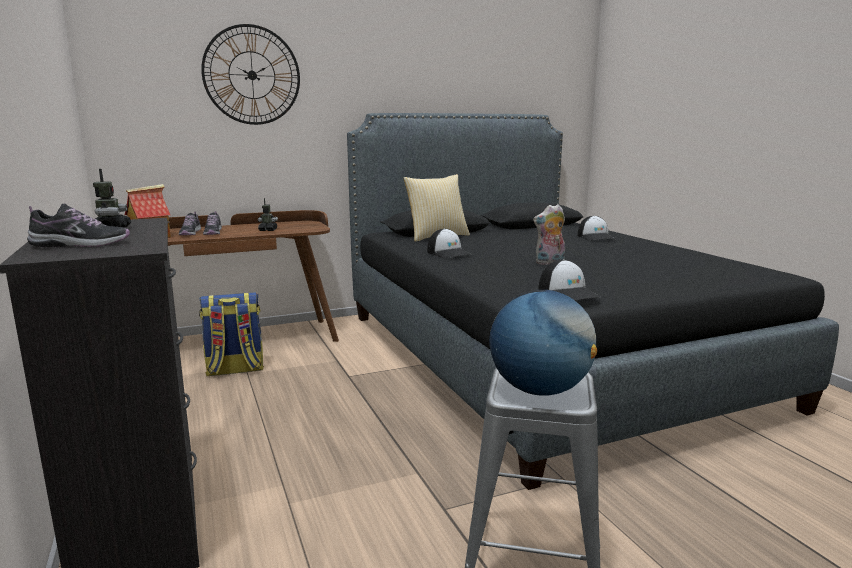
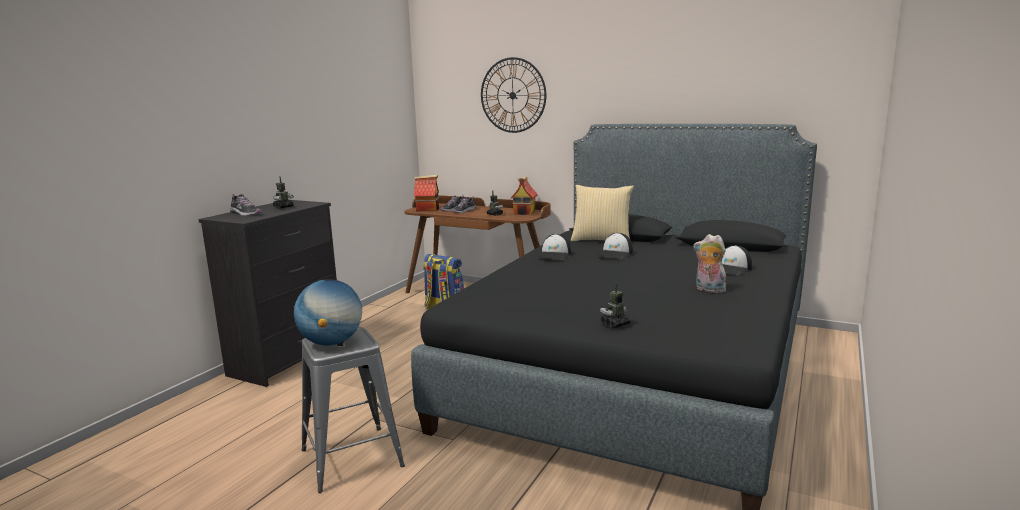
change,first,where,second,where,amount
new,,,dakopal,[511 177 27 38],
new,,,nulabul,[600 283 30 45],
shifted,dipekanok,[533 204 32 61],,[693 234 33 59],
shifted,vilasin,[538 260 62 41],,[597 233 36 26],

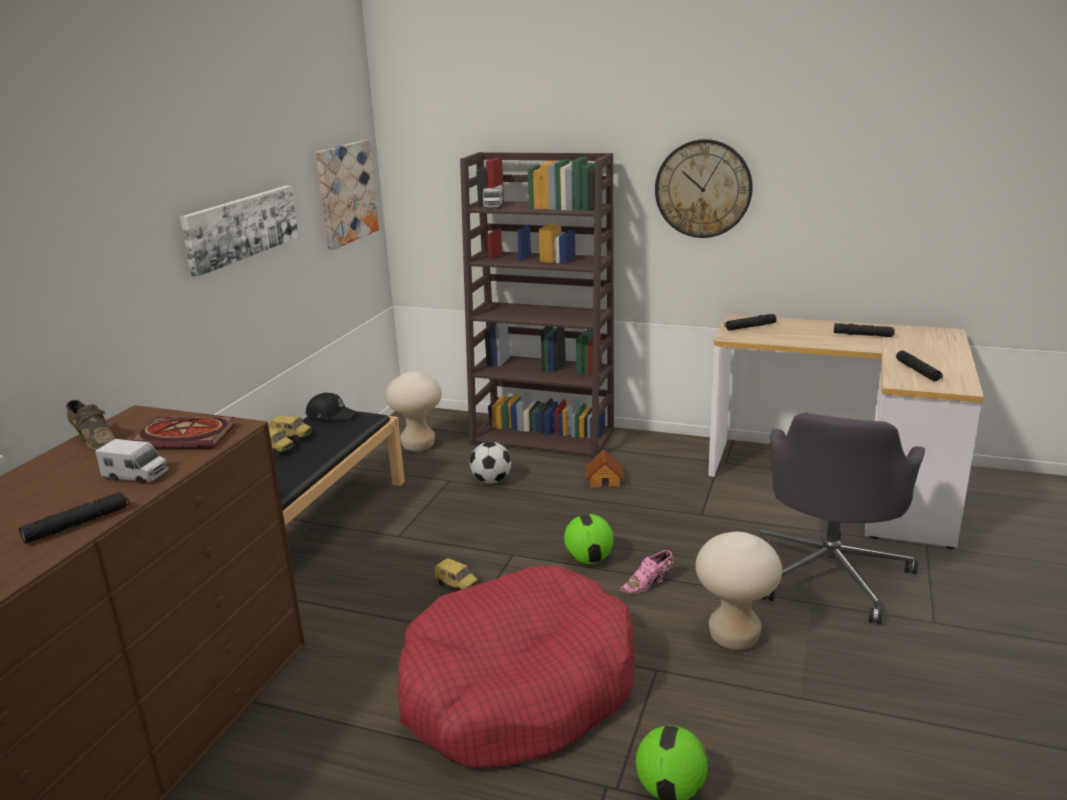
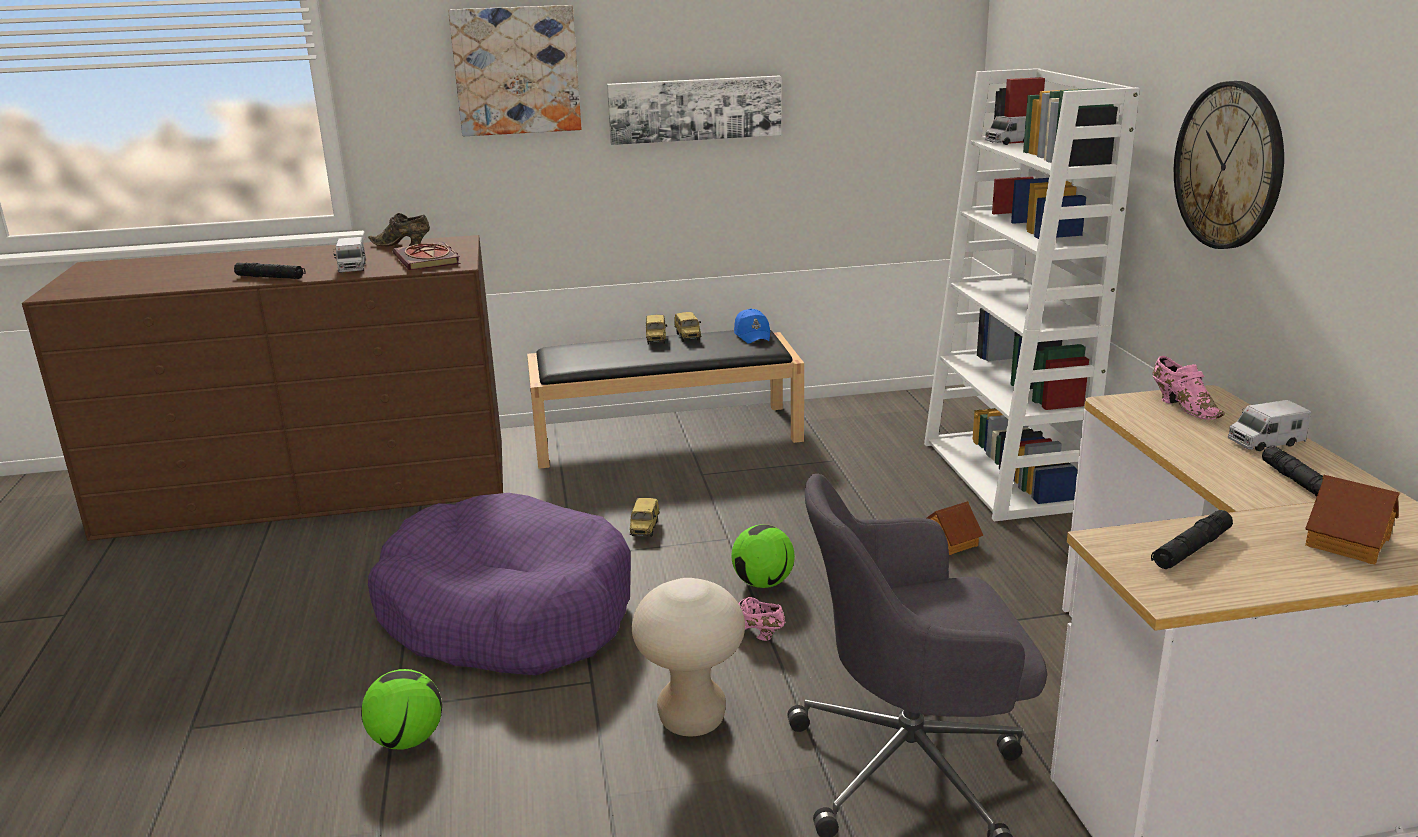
change,first,where,second,where,amount
gone,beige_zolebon,[385 371 57 80],,,
gone,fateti,[470 442 41 41],,,
new,,,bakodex,[1228 400 83 51],
new,,,dakopal,[1305 475 94 90],
shifted,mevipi,[316 140 63 110],,[448 5 133 131],
swapped,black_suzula,[724 314 52 17],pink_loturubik,[1152 356 73 64],
repainted,black_vilasin,[306 393 50 28],blue_vilasin,[734 308 36 36],
repainted,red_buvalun,[398 566 237 202],purple_buvalun,[368 493 263 182],
repainted,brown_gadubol,[460 152 154 308],white_gadubol,[924 68 216 454],
rotated,brown_loturubik,[66 400 50 50],,[368 213 62 33],90 degrees clockwise

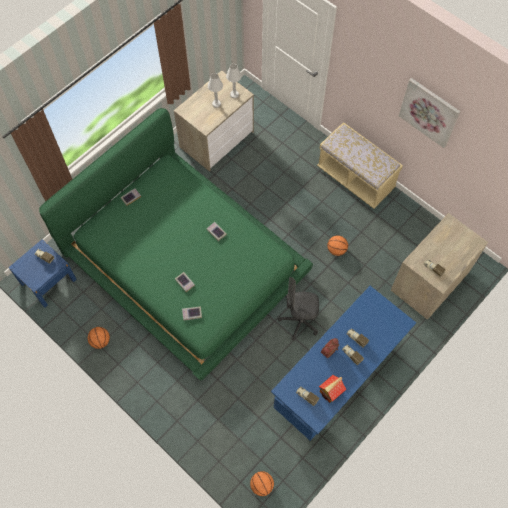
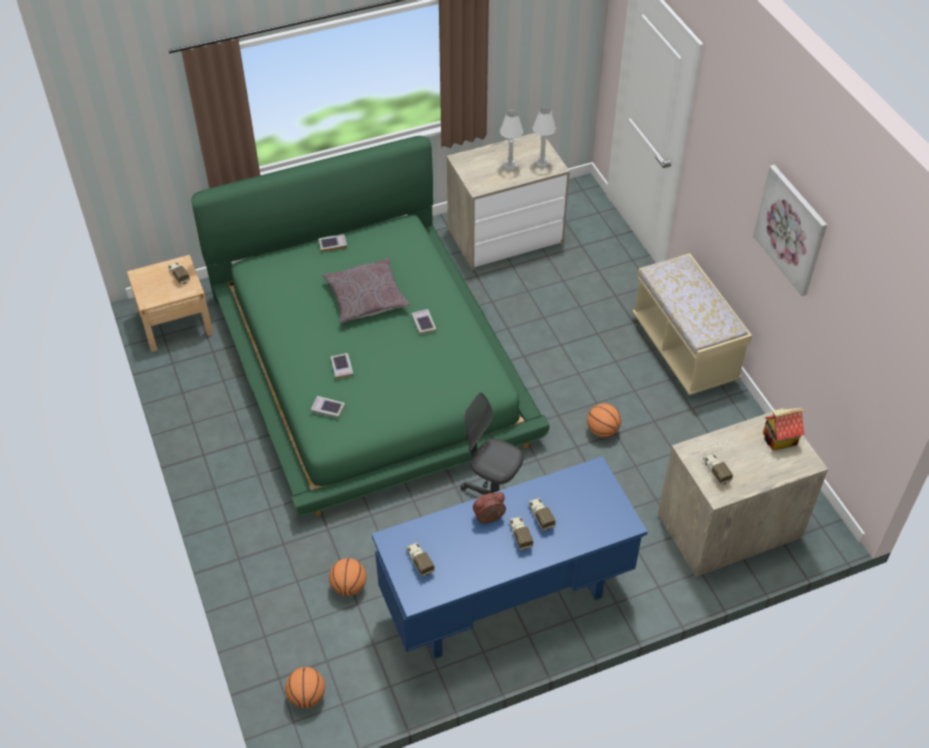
change,first,where,second,where,amount
new,,,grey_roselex,[322 258 88 65],
shifted,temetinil,[88 327 22 22],,[329 558 38 38],
shifted,dakopal,[319 375 27 28],,[763 408 41 43],
repainted,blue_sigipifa,[9 239 68 69],beige_sigipifa,[127 255 86 97],

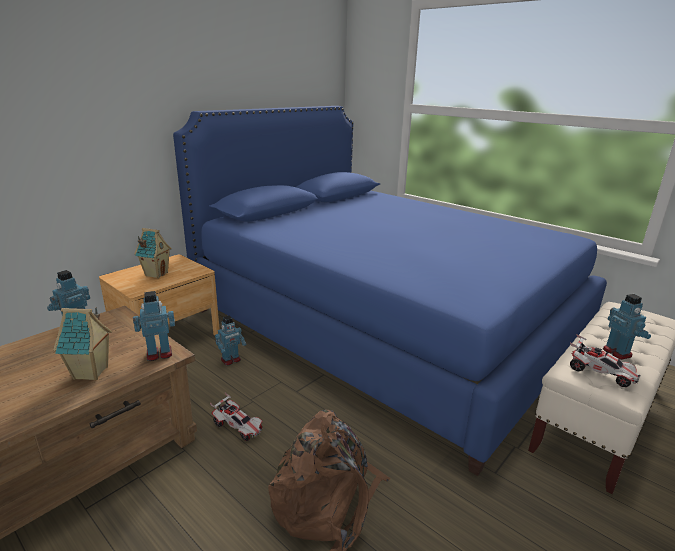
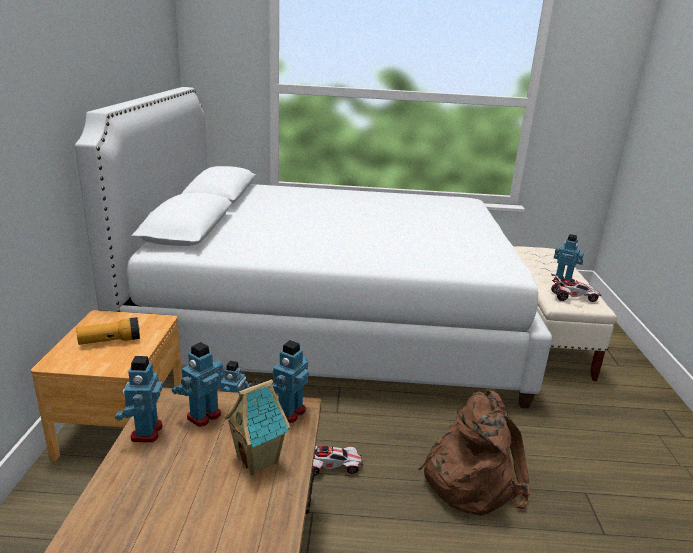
change,first,where,second,where,amount
new,,,nulabul,[172 342 52 85],
swapped,dakopal,[134 228 38 50],suzula,[77 317 63 28],
repainted,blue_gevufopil,[173 106 434 370],white_gevufopil,[75 87 477 321],

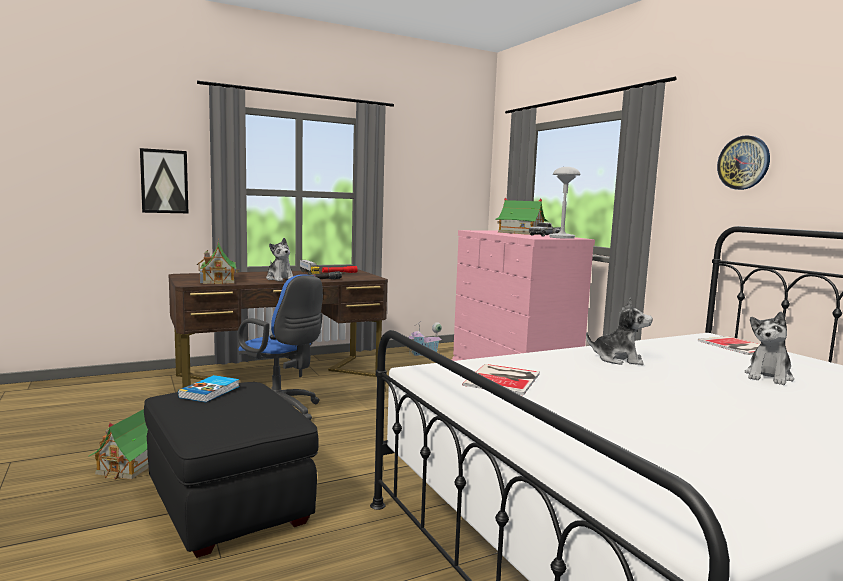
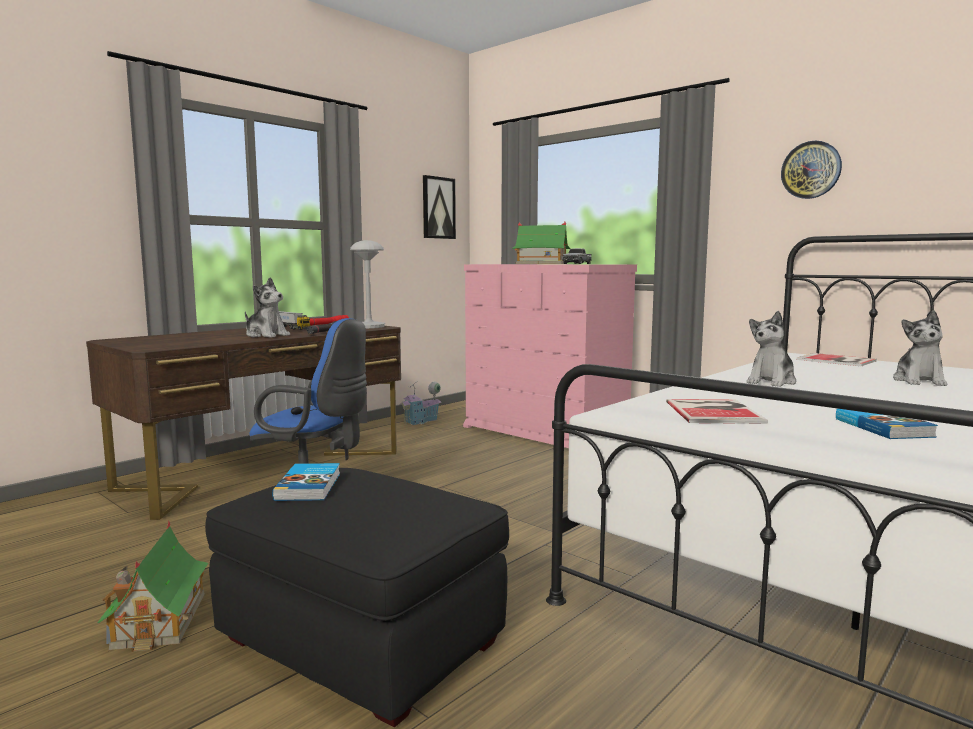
change,first,where,second,where,amount
gone,dakopal,[197 240 42 44],,,
new,,,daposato,[836 409 102 30],
shifted,mevipi,[140 148 48 65],,[423 175 33 64],
shifted,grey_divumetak,[549 167 32 72],,[350 240 35 89],
rotated,dipekanok,[586 297 67 68],,[747 311 50 76],135 degrees clockwise

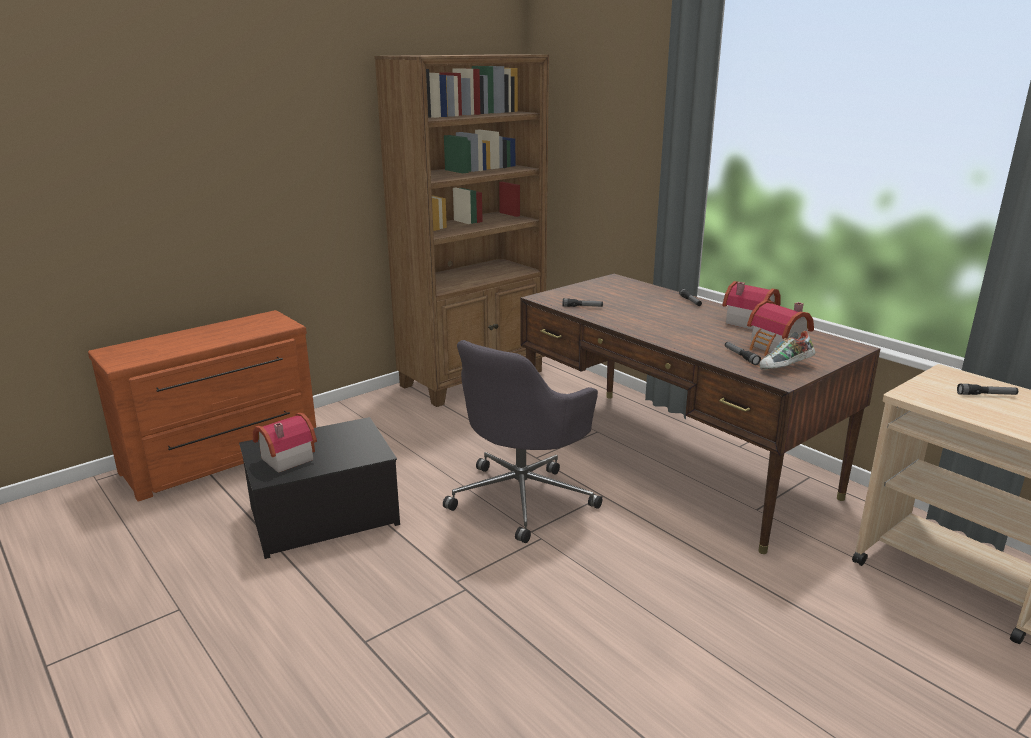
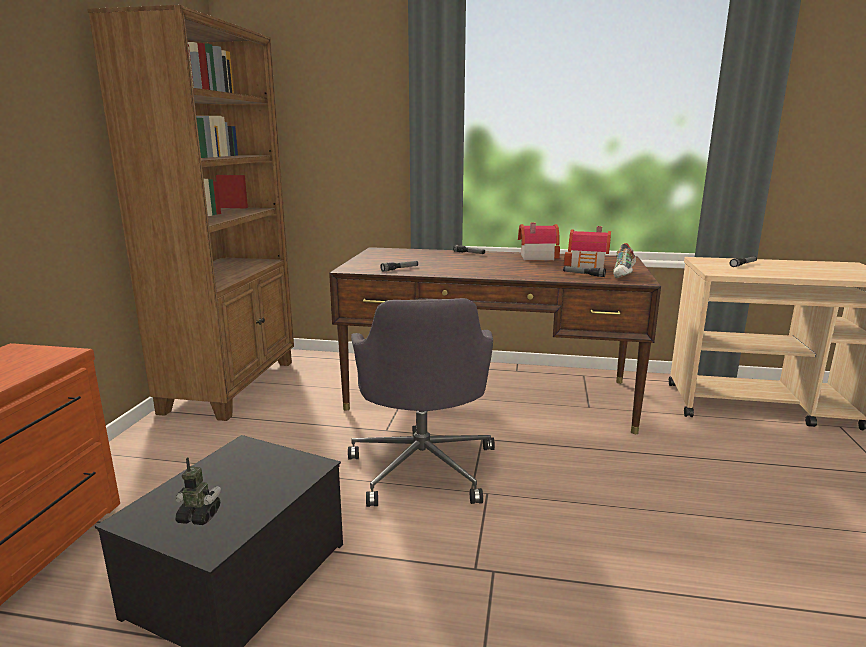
change,first,where,second,where,amount
swapped,dakopal,[253 413 64 60],nulabul,[175 458 46 67],

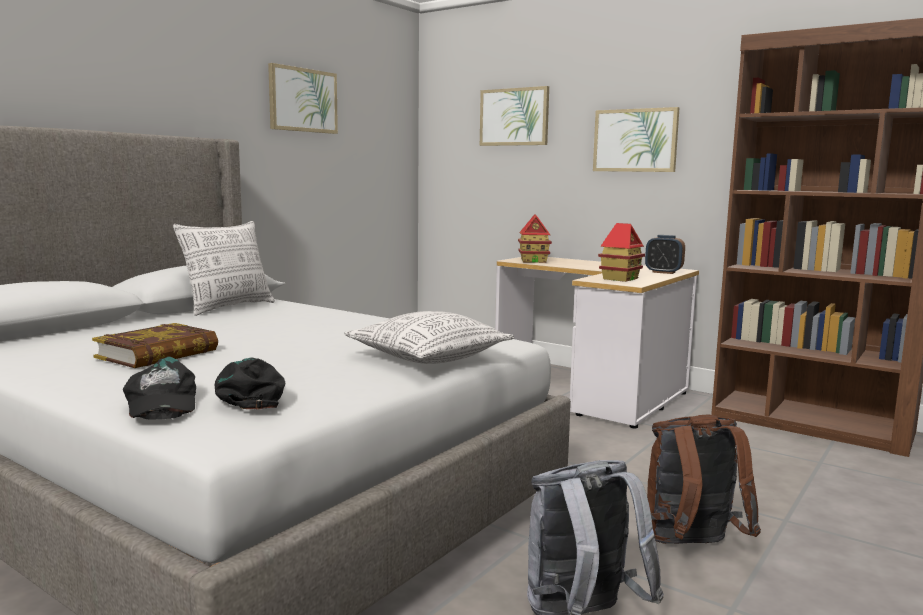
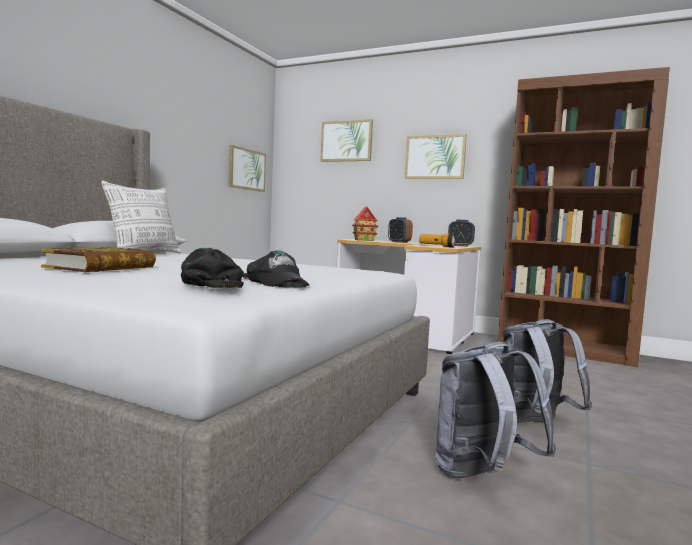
change,first,where,second,where,amount
gone,roselex,[344 311 170 53],,,
new,,,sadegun,[388 217 25 26],
shifted,black_vilasin,[123 357 73 63],,[242 250 68 38],
shifted,mevipi,[268 63 70 71],,[228 145 38 47],
swapped,dakopal,[598 223 47 59],suzula,[419 233 37 14],
repainted,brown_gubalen,[647 415 114 129],grey_gubalen,[503 319 90 104],

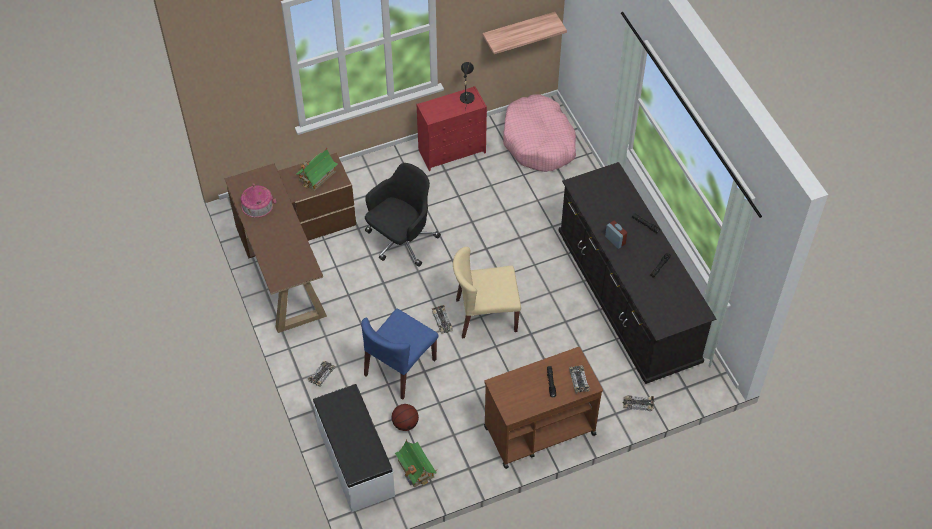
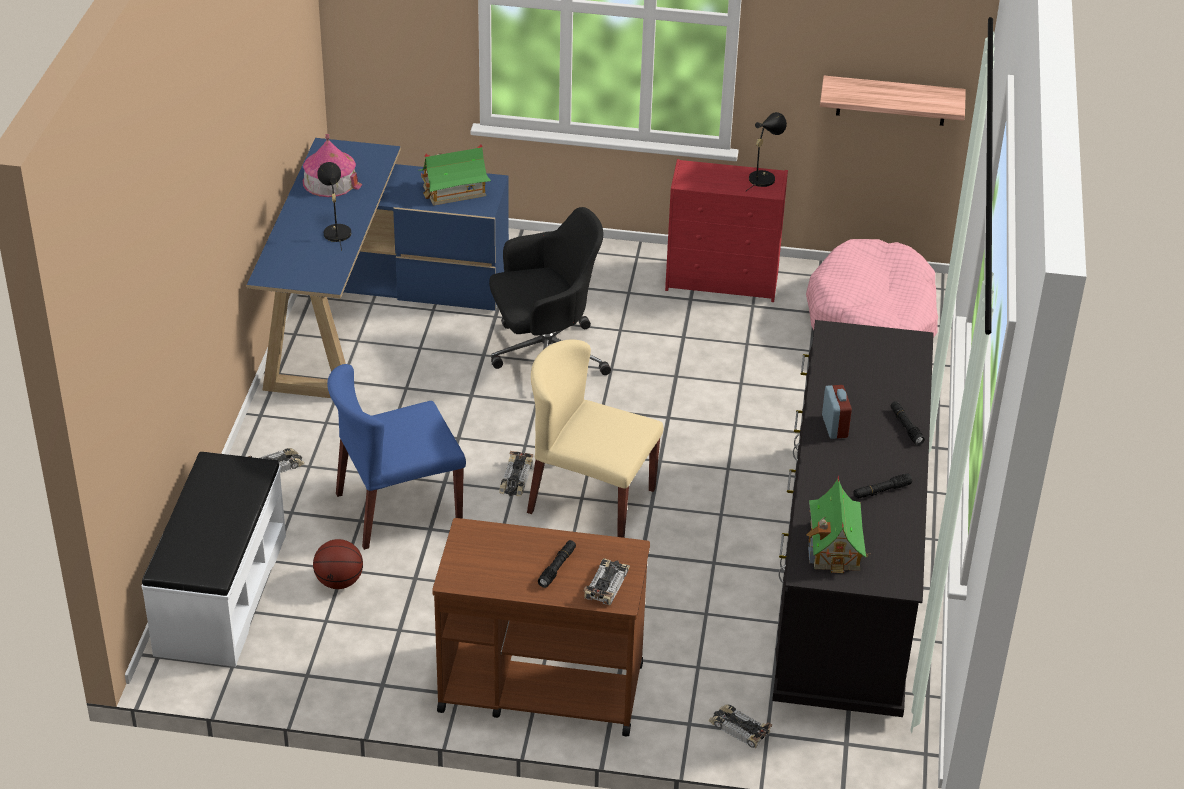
change,first,where,second,where,amount
new,,,black_divumetak,[317 162 34 89],
shifted,dakopal,[395 440 43 47],,[807 475 61 98],
repainted,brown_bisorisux,[225 153 131 180],blue_bisorisux,[247 138 262 260],

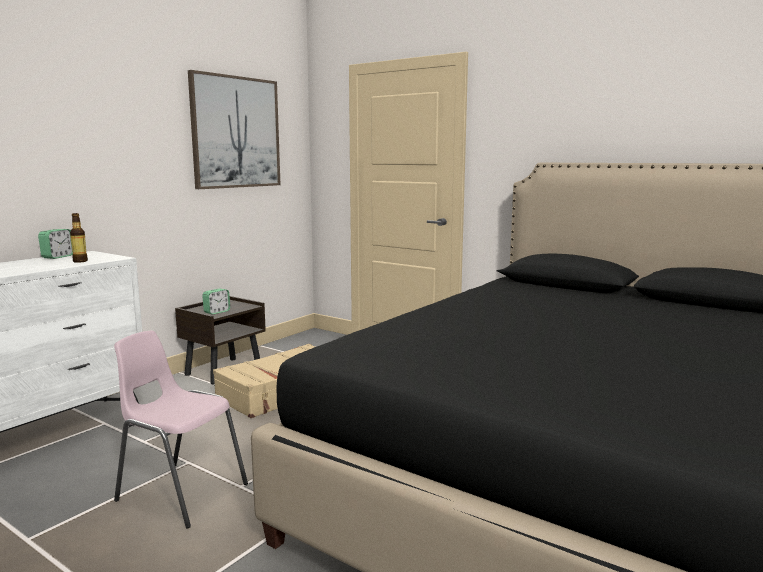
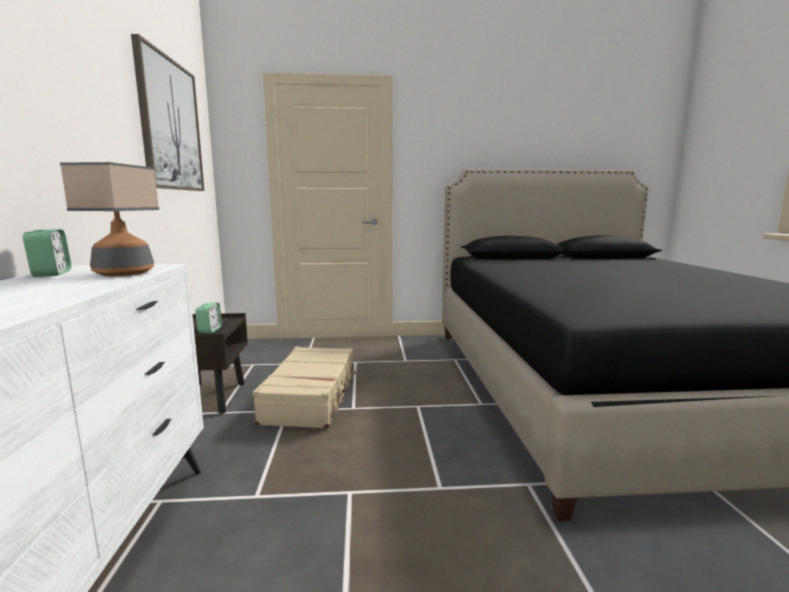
change,first,where,second,where,amount
gone,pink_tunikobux,[114 331 134 198],,,
swapped,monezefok,[70 213 18 50],divumetak,[60 162 99 114],

